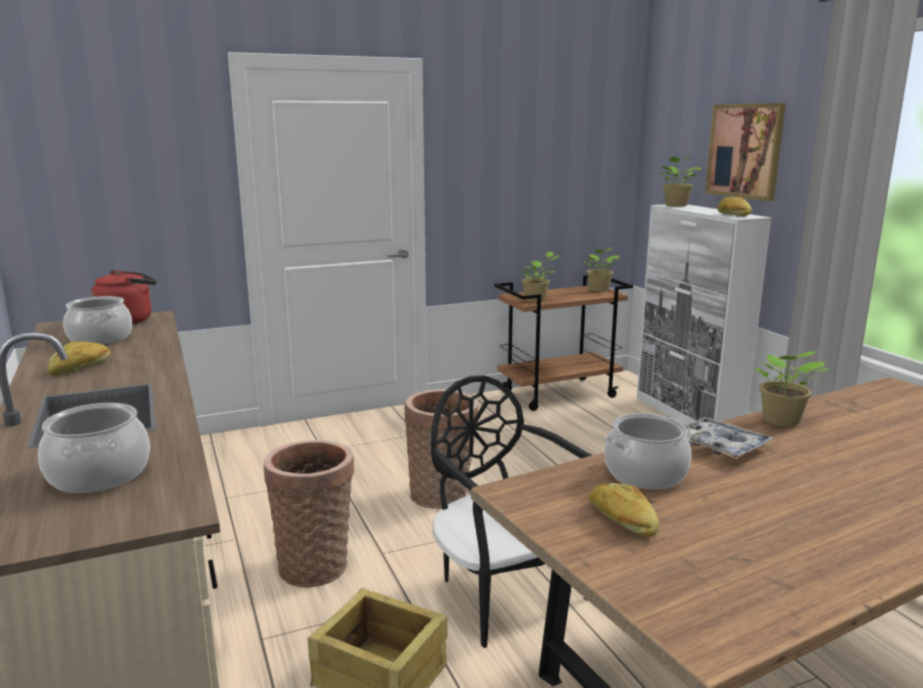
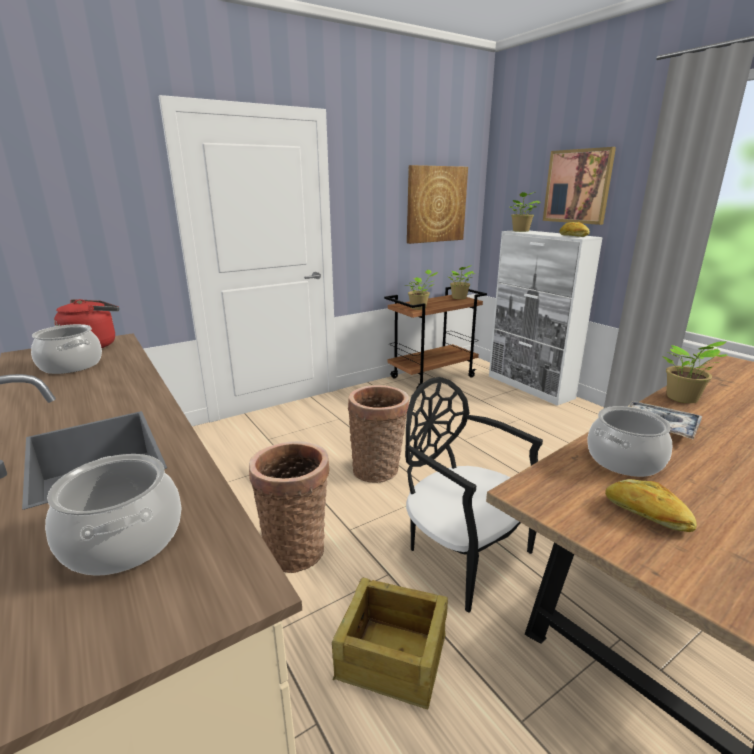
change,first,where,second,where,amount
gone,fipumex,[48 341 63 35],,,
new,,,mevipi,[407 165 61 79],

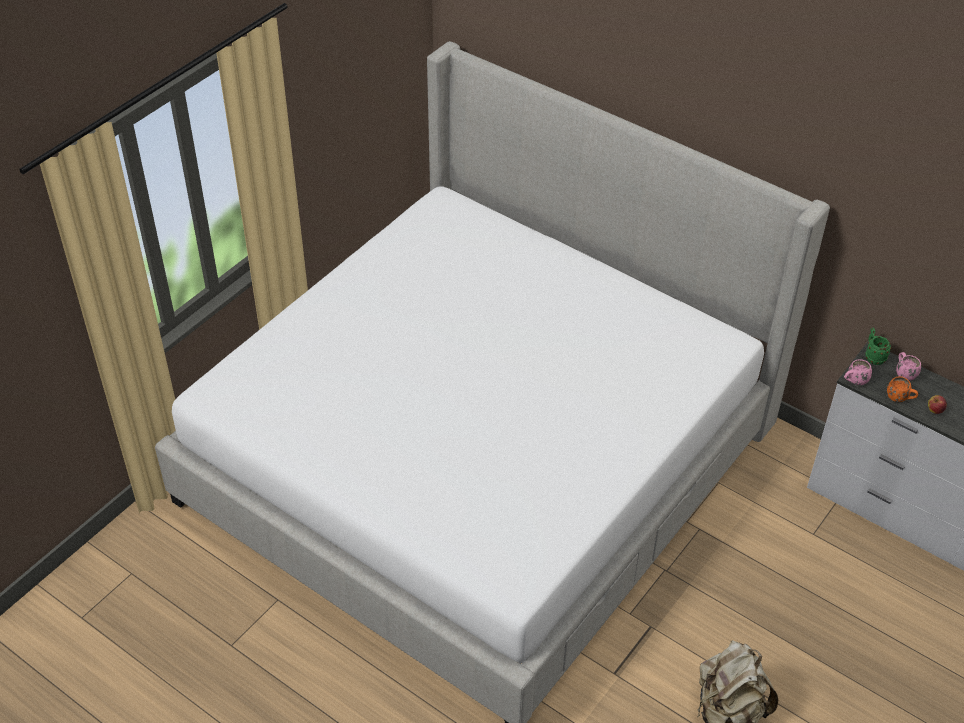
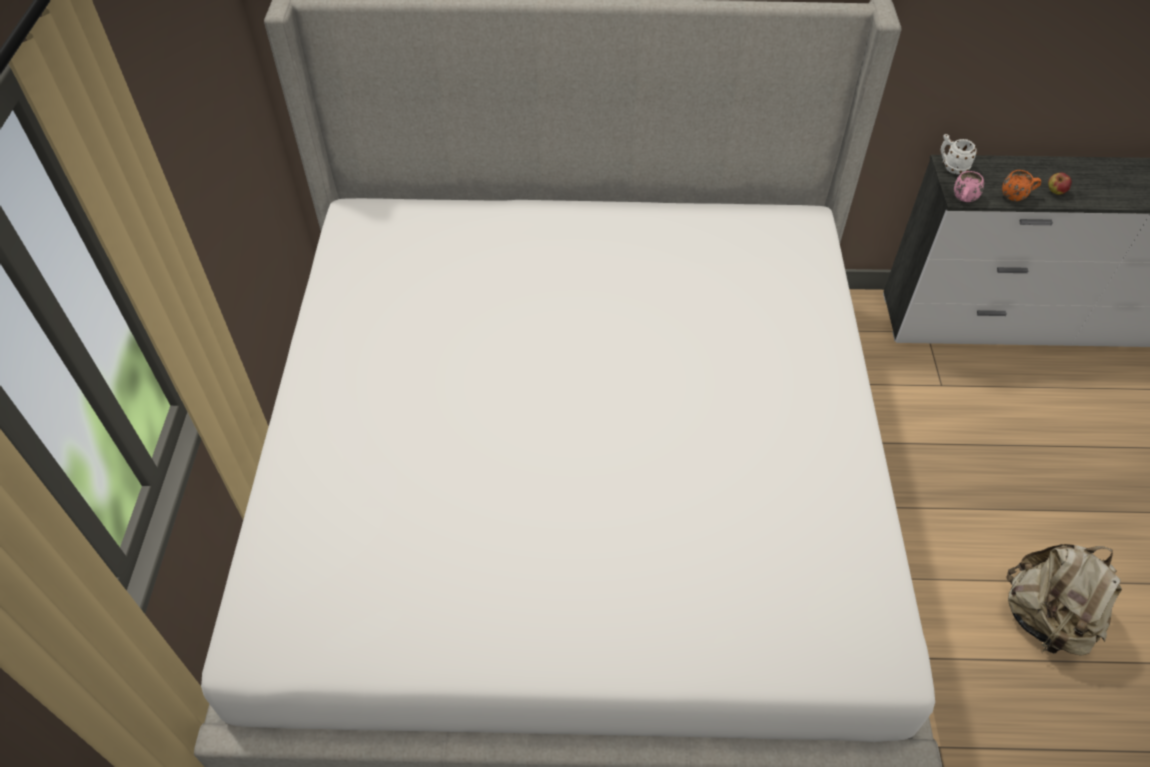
change,first,where,second,where,amount
gone,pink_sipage,[896 352 25 29],,,
repainted,green_sipage,[865 328 26 37],white_sipage,[941 134 36 40],

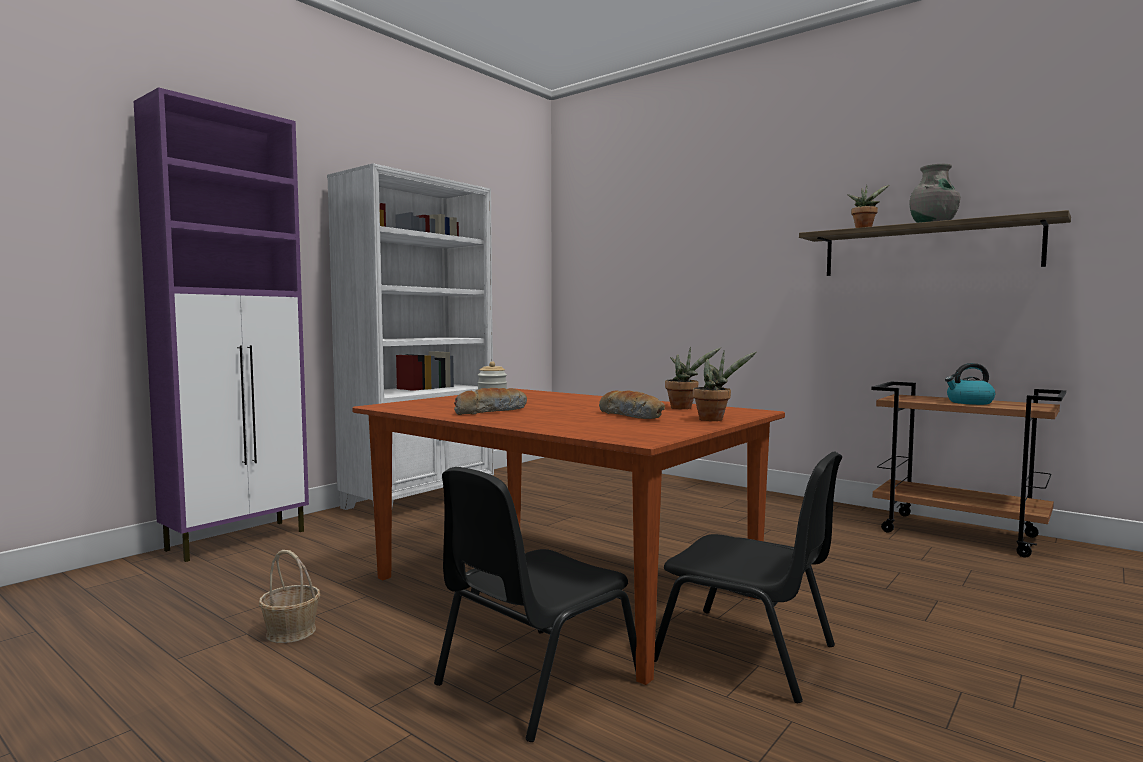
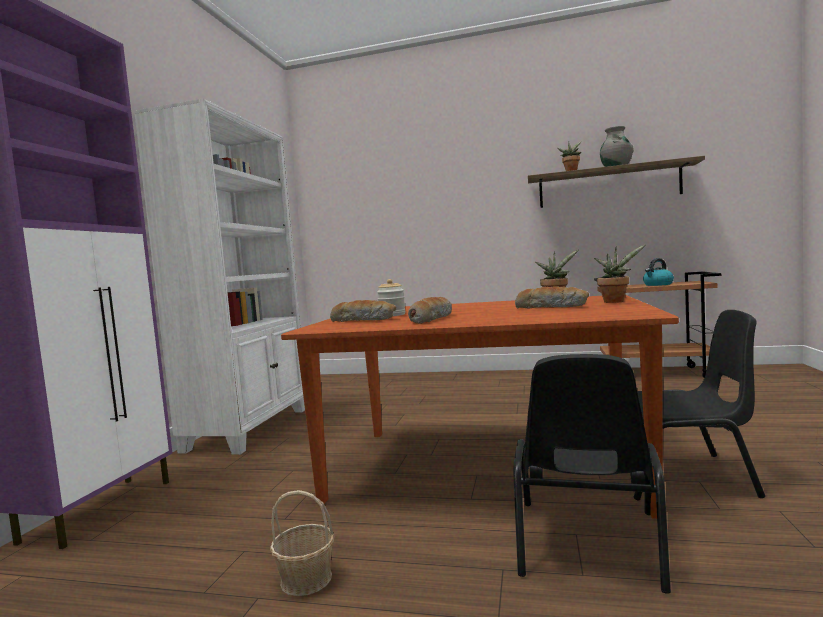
change,first,where,second,where,amount
new,,,fipumex,[330 300 66 22],

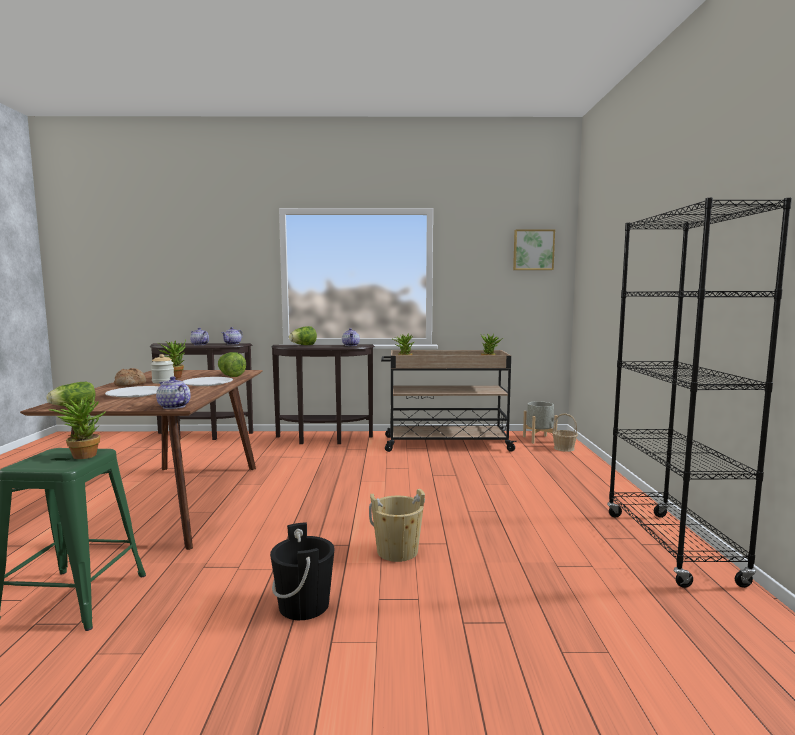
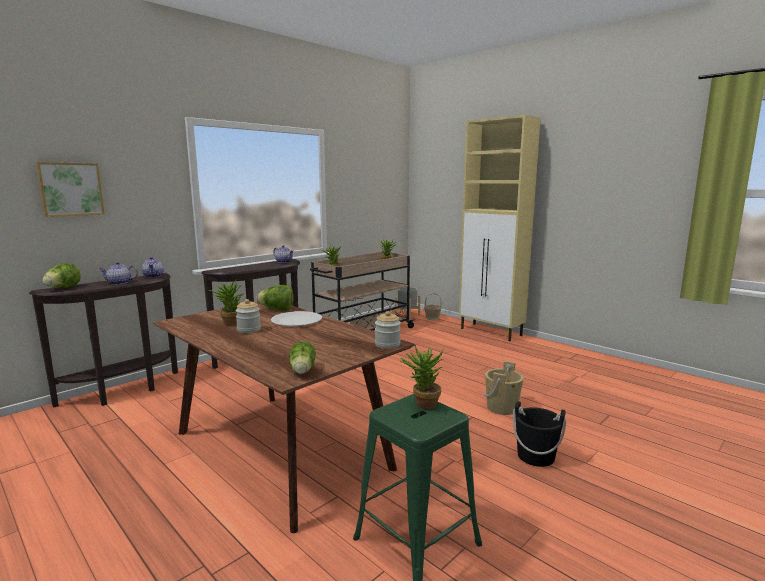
change,first,where,second,where,amount
gone,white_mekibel,[105 386 55 12],,,
gone,fipumex,[114 368 32 19],,,
gone,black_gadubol,[607 198 185 390],,,
new,,,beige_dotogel,[459 115 82 226],
shifted,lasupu,[289 326 28 19],,[42 263 39 25],
shifted,mevipi,[513 230 42 40],,[36 162 69 55],
swapped,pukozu,[156 376 34 33],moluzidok,[375 311 26 38],

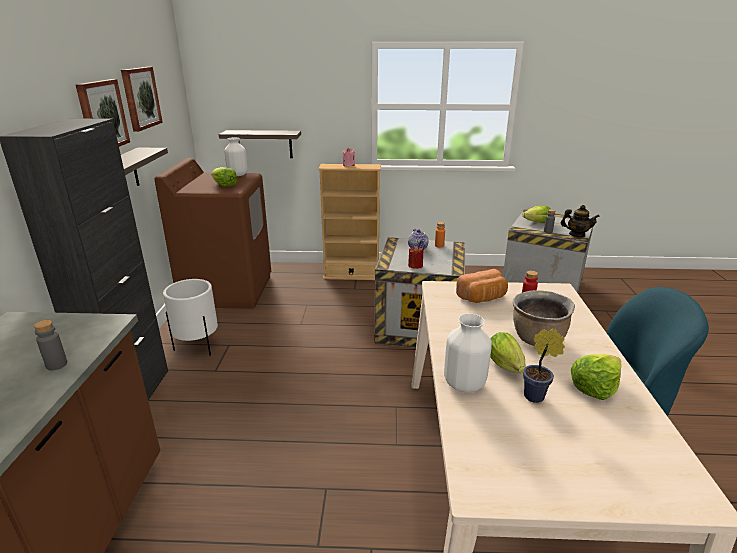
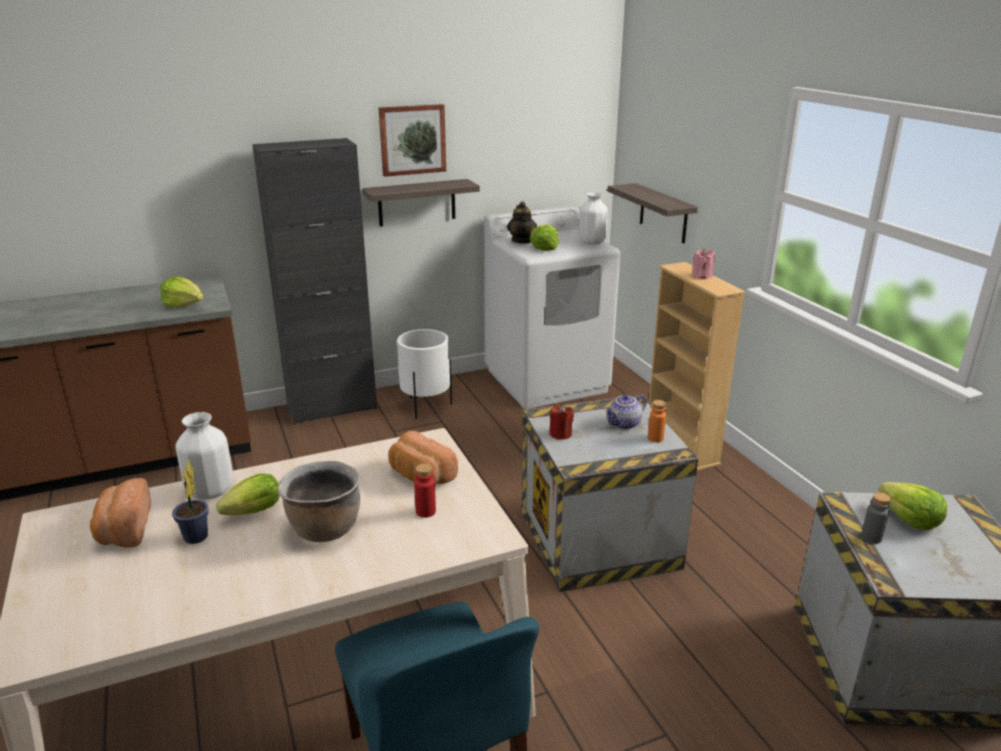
change,first,where,second,where,amount
gone,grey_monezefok,[34 320 33 51],,,
gone,mevipi,[121 67 42 65],,,
new,,,fipumex,[90 478 61 70],
shifted,pukozu,[560 205 40 32],,[507 201 30 43],
shifted,lasupu,[570 353 51 47],,[160 276 43 32],
repainted,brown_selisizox,[154 158 117 151],white_selisizox,[485 206 135 203],

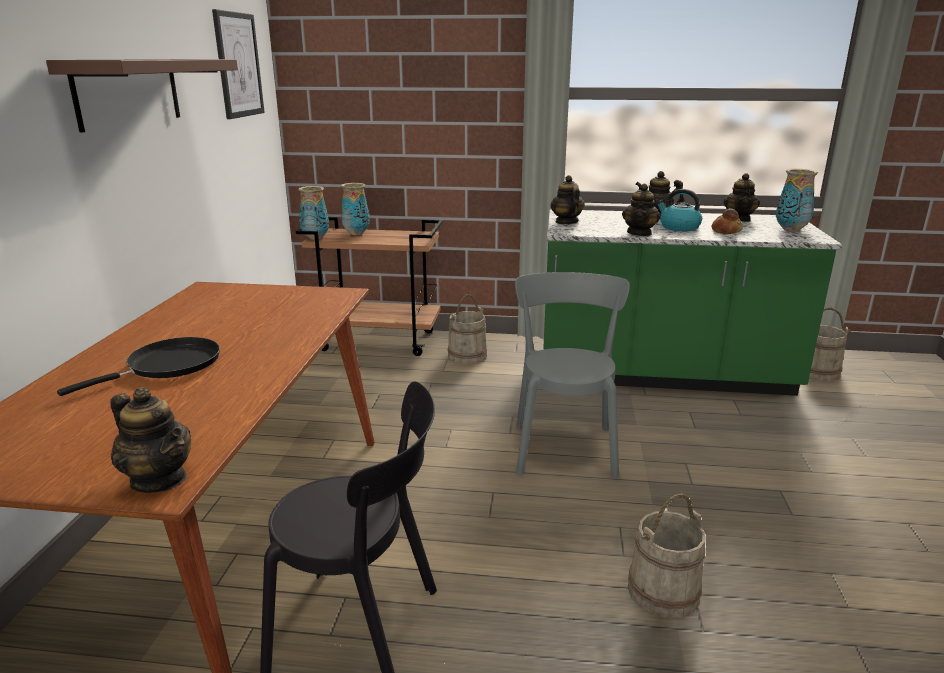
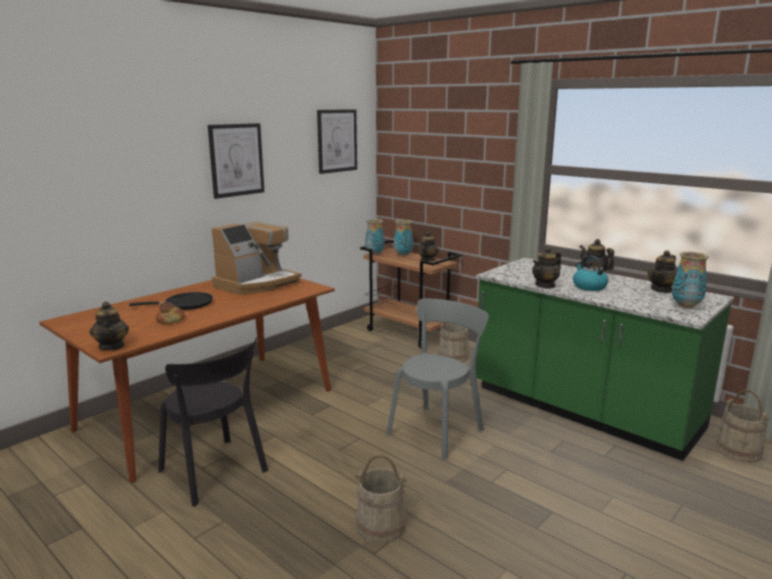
change,first,where,second,where,amount
new,,,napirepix,[212 221 89 74],
shifted,pukozu,[551 175 34 49],,[417 231 22 31],
shifted,fipumex,[712 208 31 26],,[156 302 29 22],
swapped,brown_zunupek,[46 59 192 74],mevipi,[208 123 56 76],

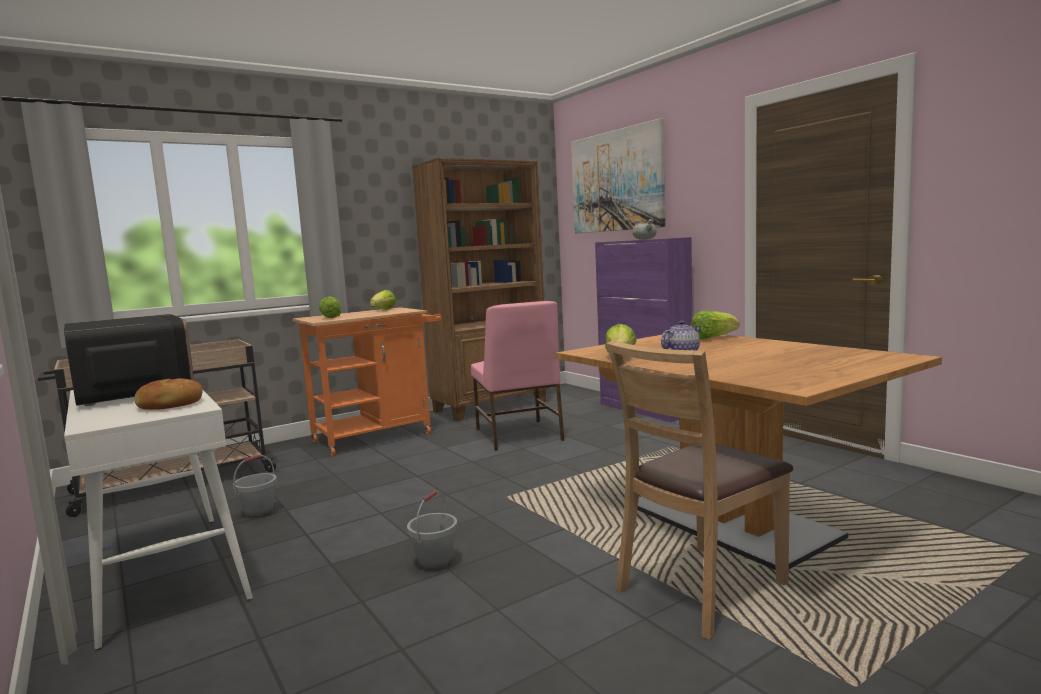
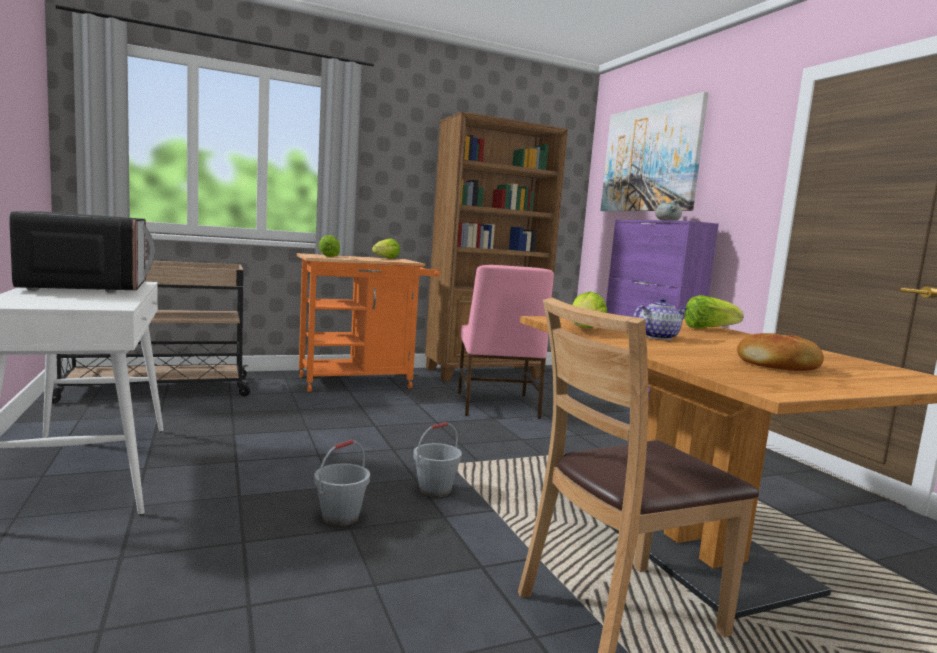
change,first,where,second,where,amount
shifted,fipumex,[135 378 68 32],,[737 333 87 38],
shifted,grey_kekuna,[233 454 44 64],,[413 422 49 75],

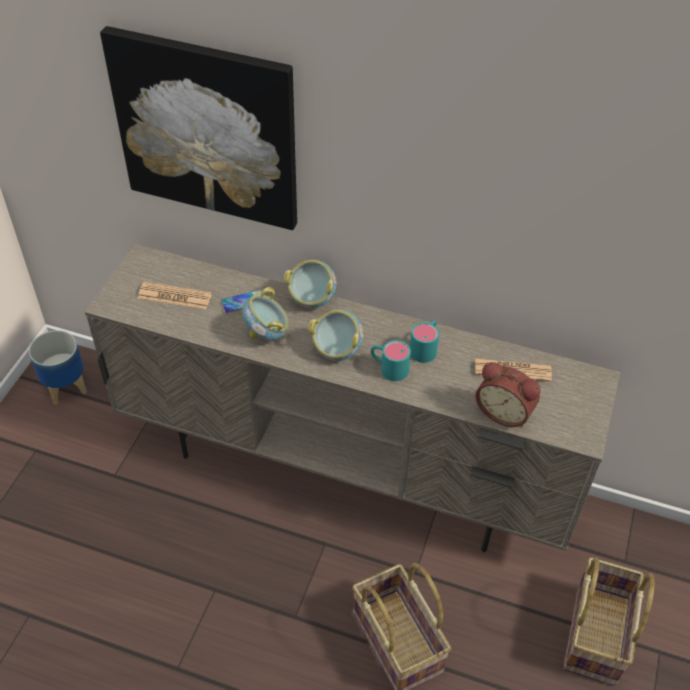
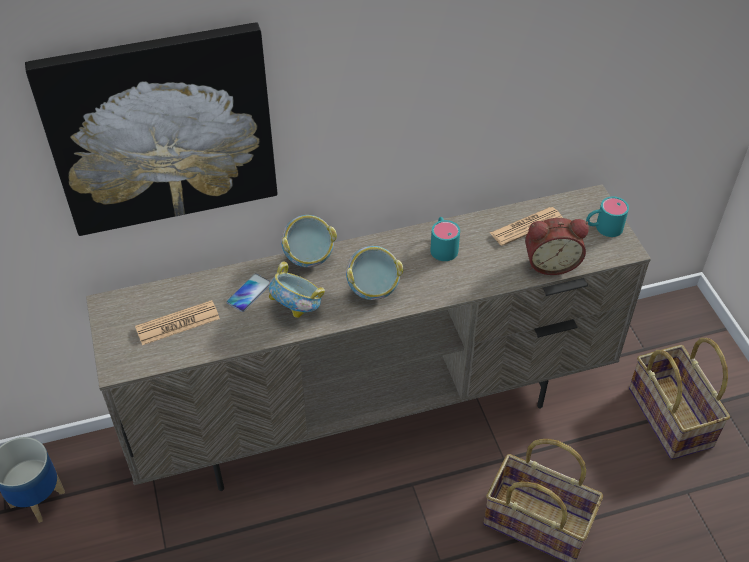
change,first,where,second,where,amount
shifted,turquoise_sipage,[371 340 40 41],,[586 196 43 41],

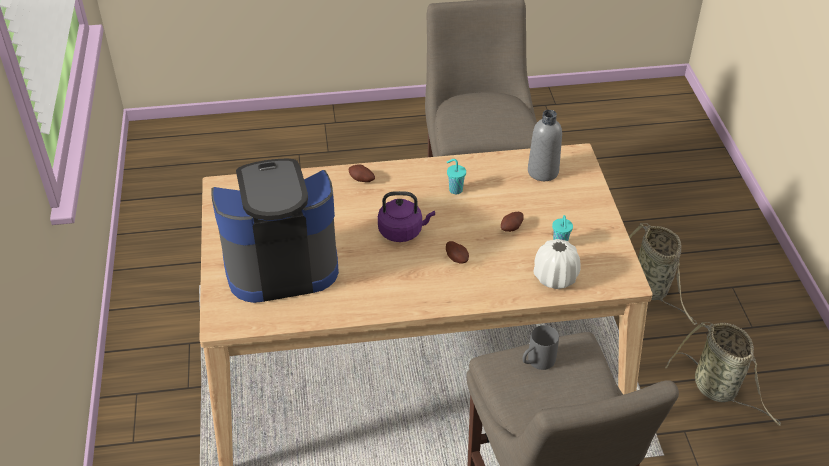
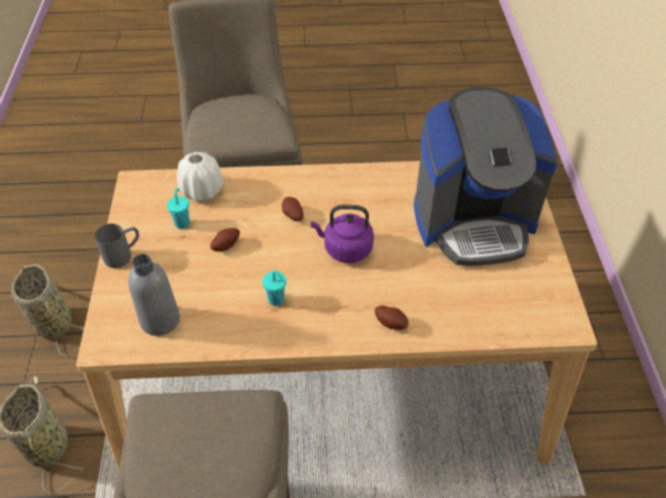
change,first,where,second,where,amount
shifted,grey_sipage,[523 325 36 45],,[95 223 44 45],

